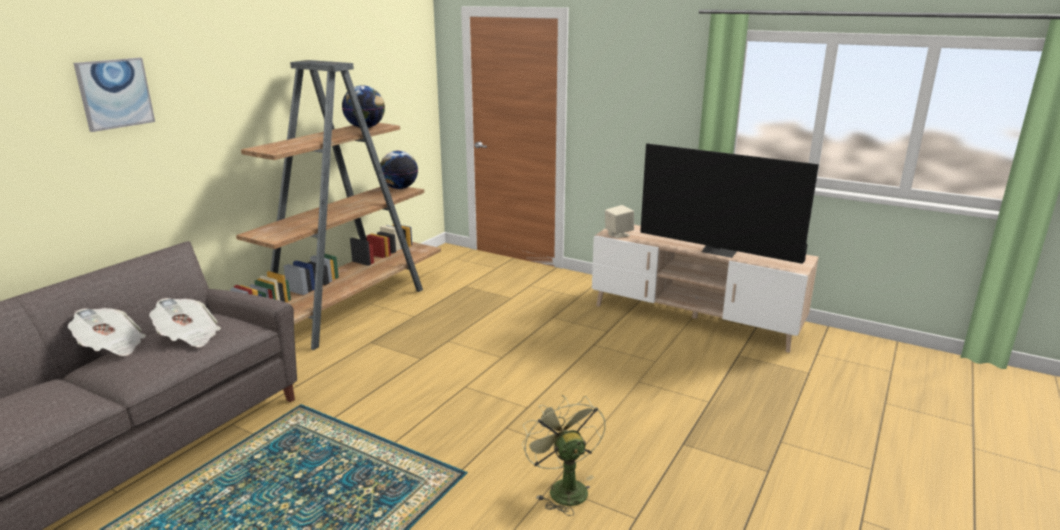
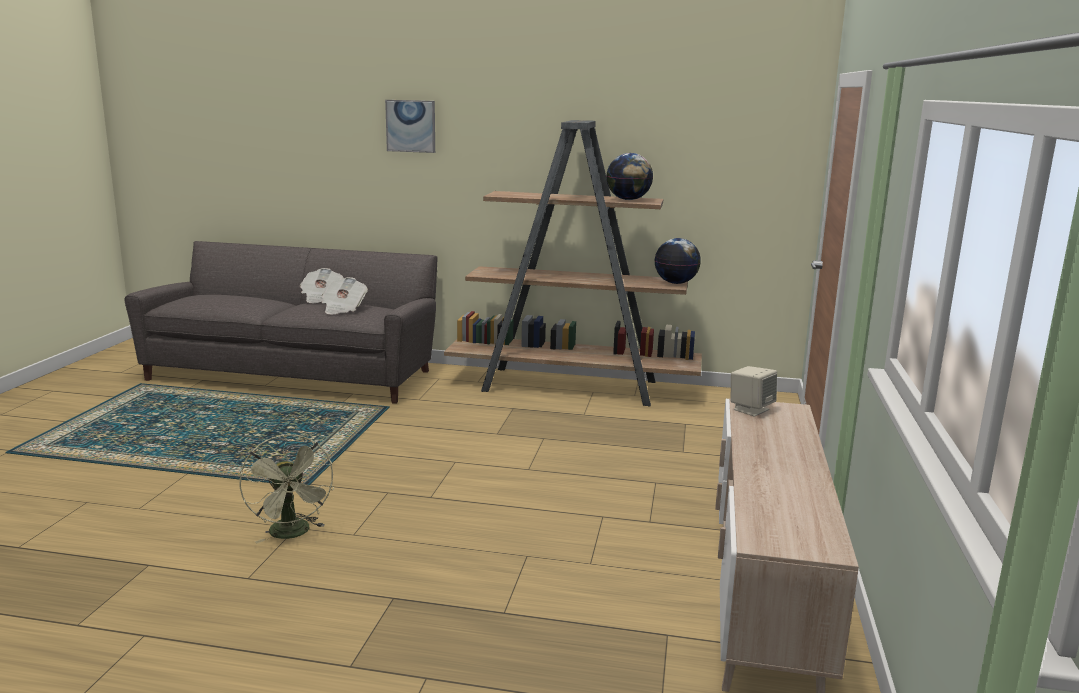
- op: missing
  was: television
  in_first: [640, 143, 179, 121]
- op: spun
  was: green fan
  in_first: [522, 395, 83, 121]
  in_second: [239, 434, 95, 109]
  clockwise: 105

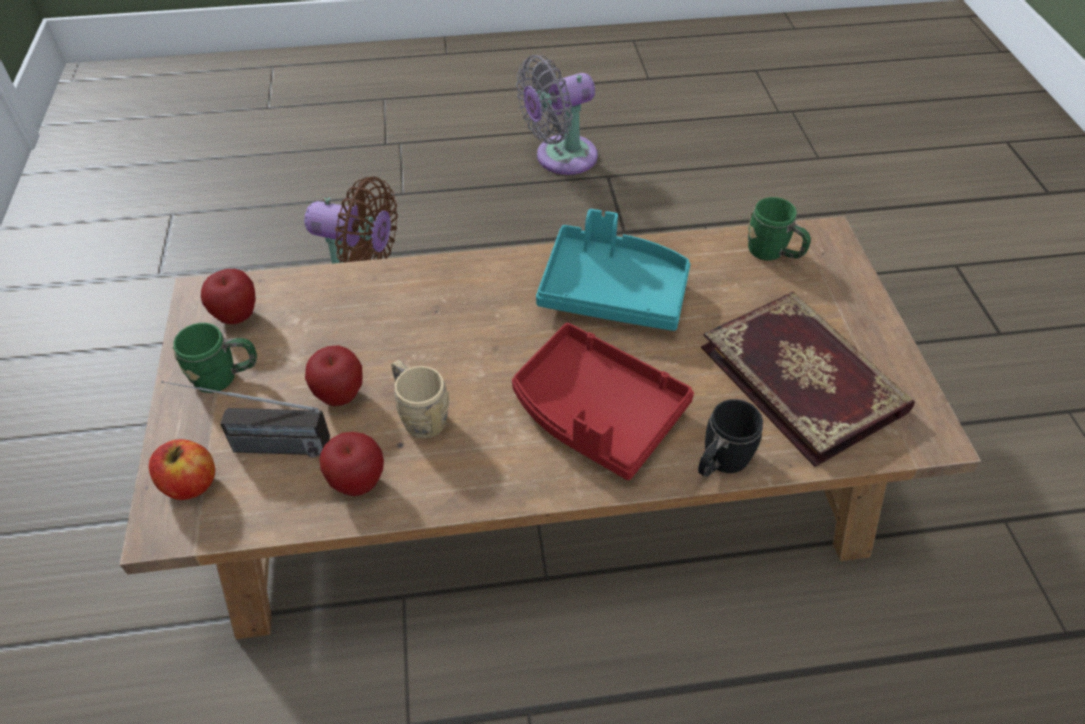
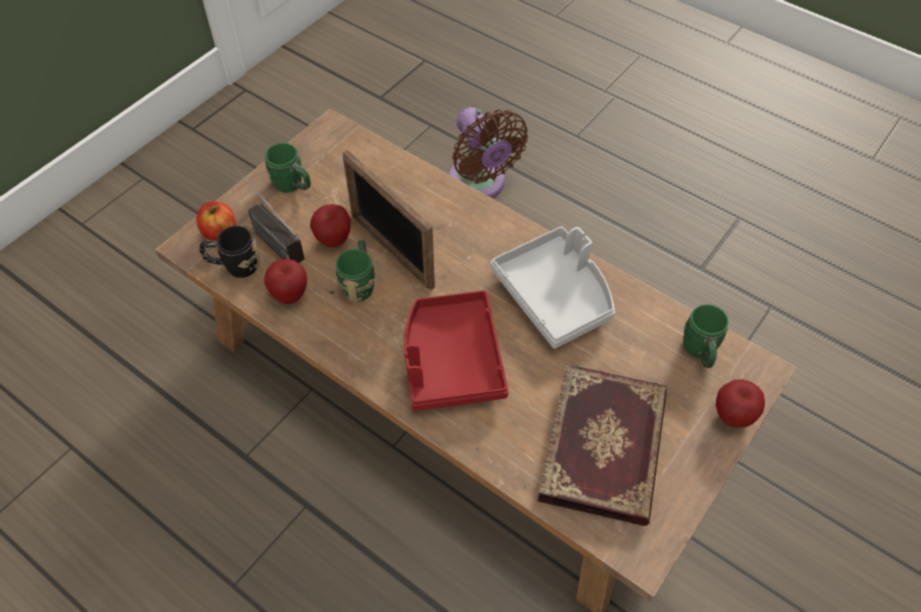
- op: missing
  was: grey fan
  in_first: [516, 55, 82, 120]
- op: colour
  was: turquoise-coloured tray
  now: grey tray
  in_first: [536, 209, 154, 122]
  in_second: [491, 226, 124, 123]
- op: relocated
  was: apple
  in_first: [201, 269, 55, 55]
  in_second: [716, 379, 49, 49]
- op: colour
  was: sand-coloured mug
  now: green mug
  in_first: [391, 360, 58, 78]
  in_second: [335, 240, 39, 62]
- op: relocated
  was: black-coloured mug
  in_first: [698, 399, 65, 78]
  in_second: [199, 226, 61, 52]
- op: appeared
  now: photo frame
  in_second: [343, 150, 92, 140]

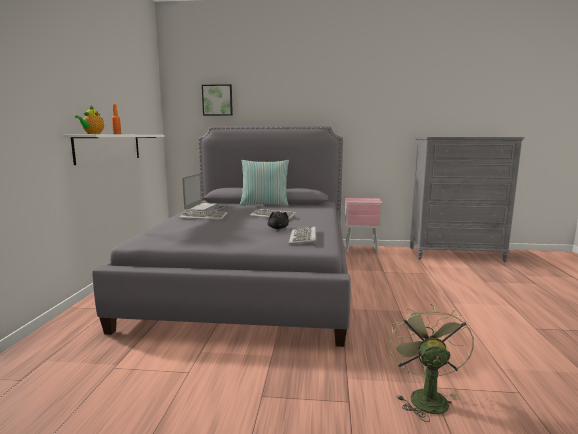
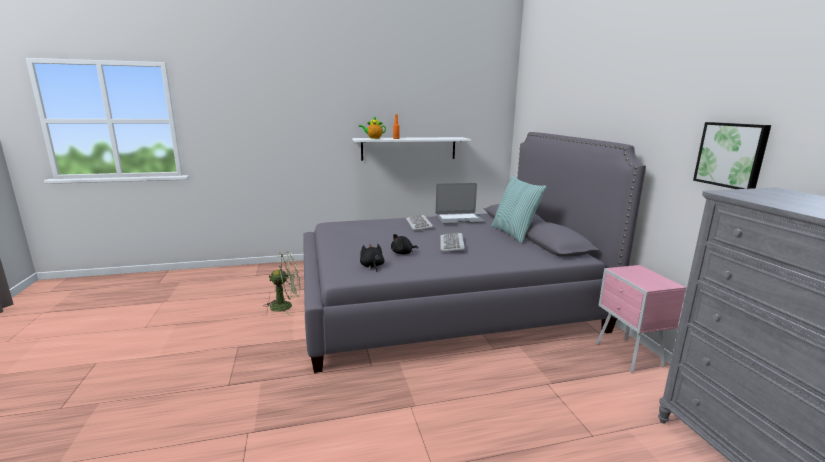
- op: relocated
  was: picture
  in_first: [202, 84, 31, 32]
  in_second: [693, 122, 78, 67]
- op: exchanged
  was: PC keyboard
  now: black-coloured plush toy
  in_first: [289, 226, 27, 18]
  in_second: [360, 244, 25, 28]
- op: relocated
  was: green fan
  in_first: [389, 303, 85, 119]
  in_second: [264, 252, 37, 63]

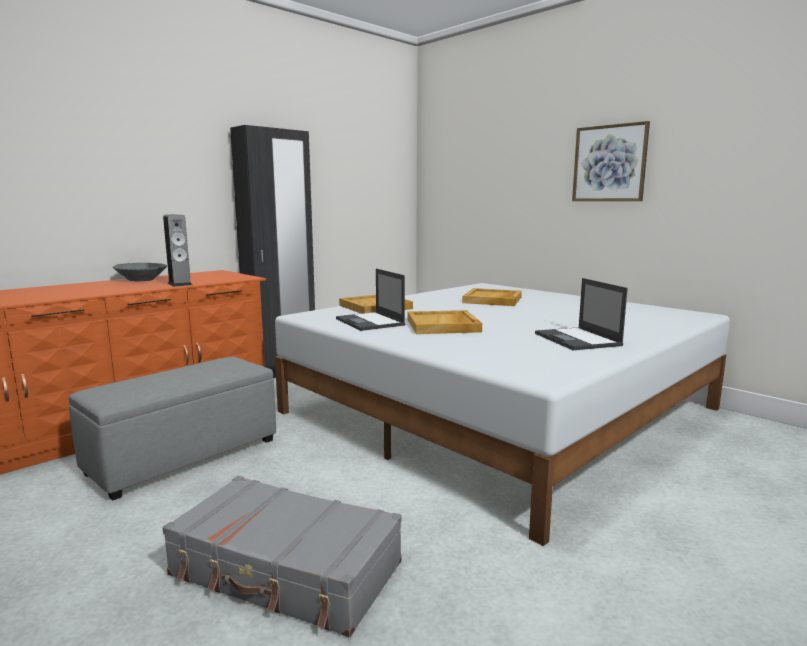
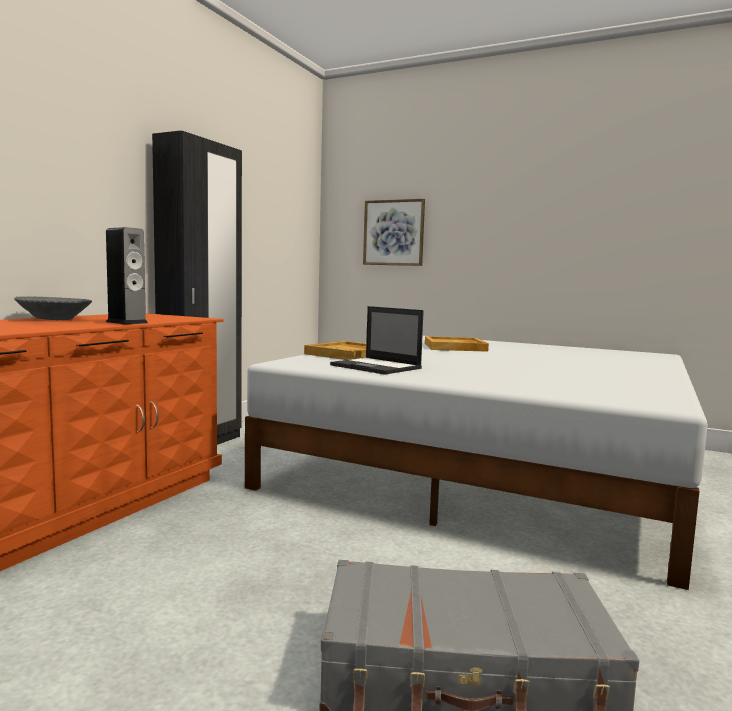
- op: relocated
  was: picture
  in_first: [572, 121, 78, 80]
  in_second: [363, 199, 62, 67]
- op: missing
  was: laptop
  in_first: [535, 278, 93, 72]
- op: missing
  was: sand-coloured tray
  in_first: [408, 310, 74, 24]
- op: missing
  was: grey pouffe
  in_first: [69, 357, 207, 143]

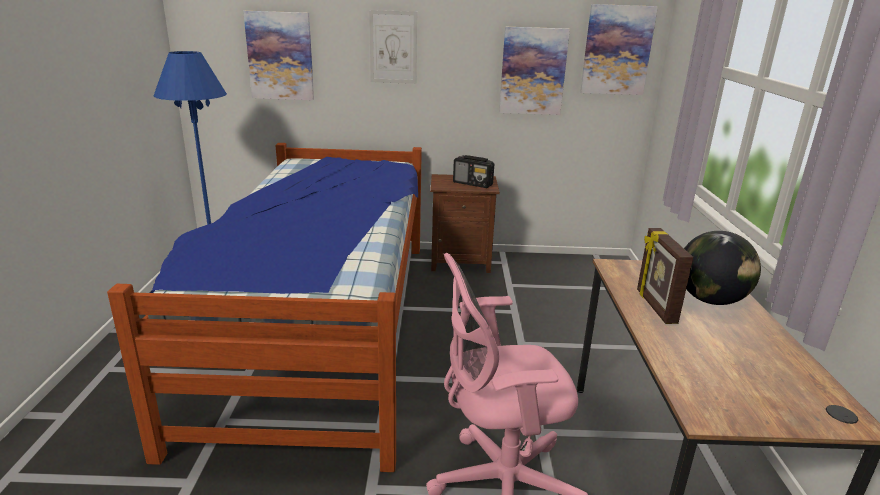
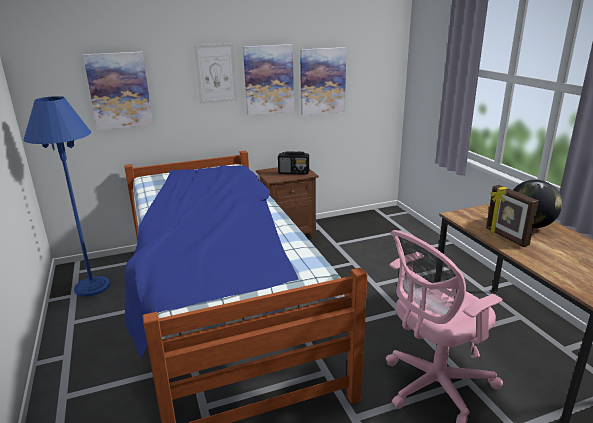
- op: relocated
  was: picture
  in_first: [580, 4, 78, 91]
  in_second: [243, 44, 51, 72]

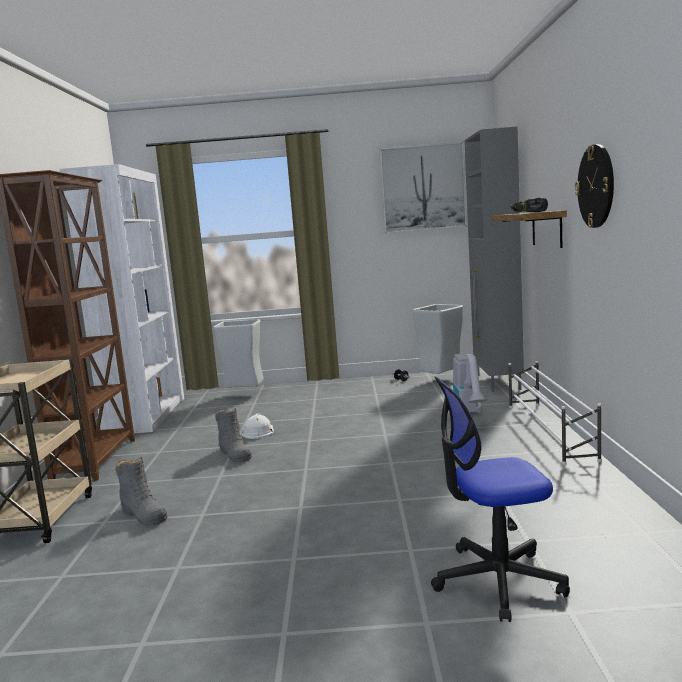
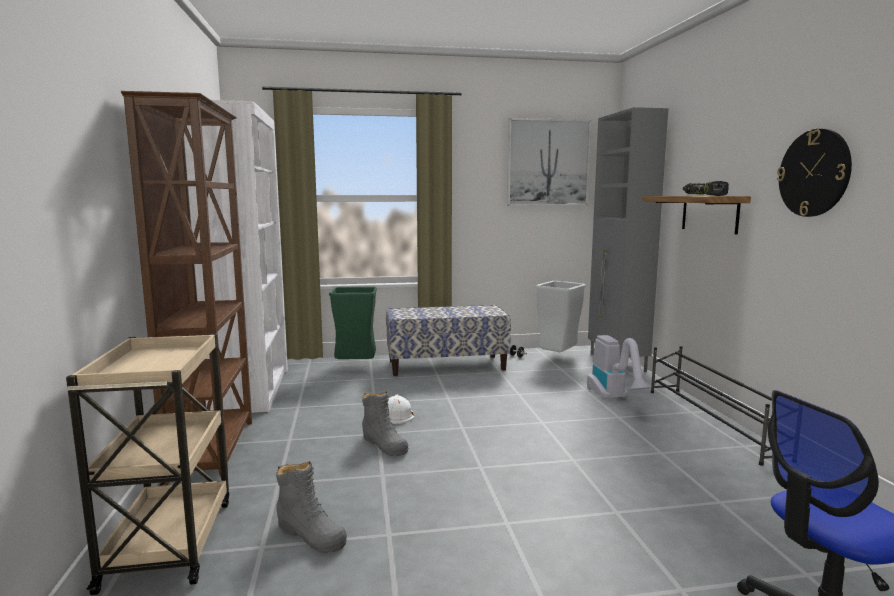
- op: colour
  was: grey rubbish bin
  now: green rubbish bin
  in_first: [213, 319, 51, 69]
  in_second: [329, 287, 48, 72]
- op: colour
  was: whitish shoe stand
  now: black-coloured shoe stand
  in_first: [508, 361, 94, 104]
  in_second: [651, 346, 121, 120]
- op: appeared
  now: bench
  in_second: [386, 305, 125, 71]

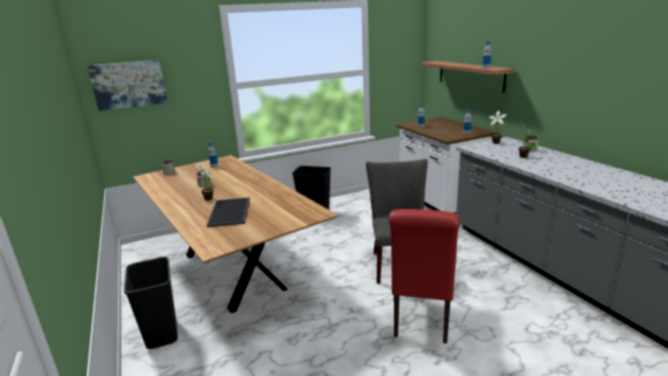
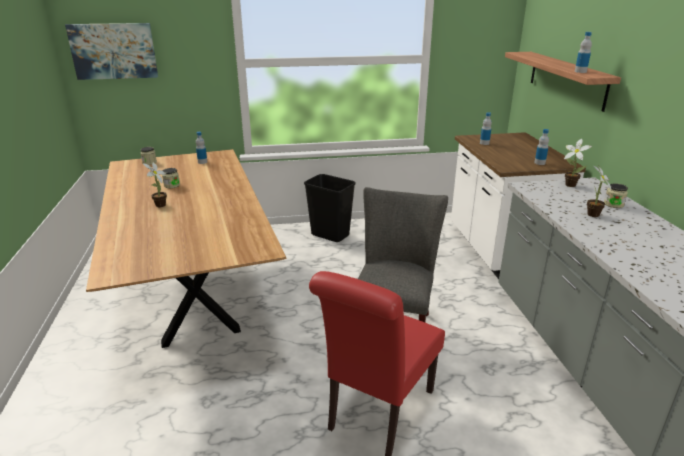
- op: missing
  was: tray
  in_first: [207, 197, 43, 30]
- op: missing
  was: black-coloured rubbish bin
  in_first: [124, 257, 54, 92]

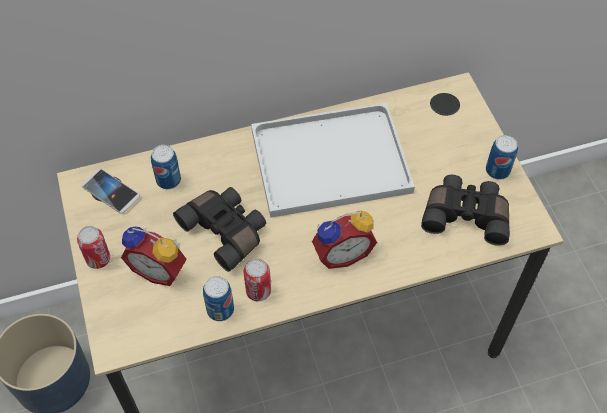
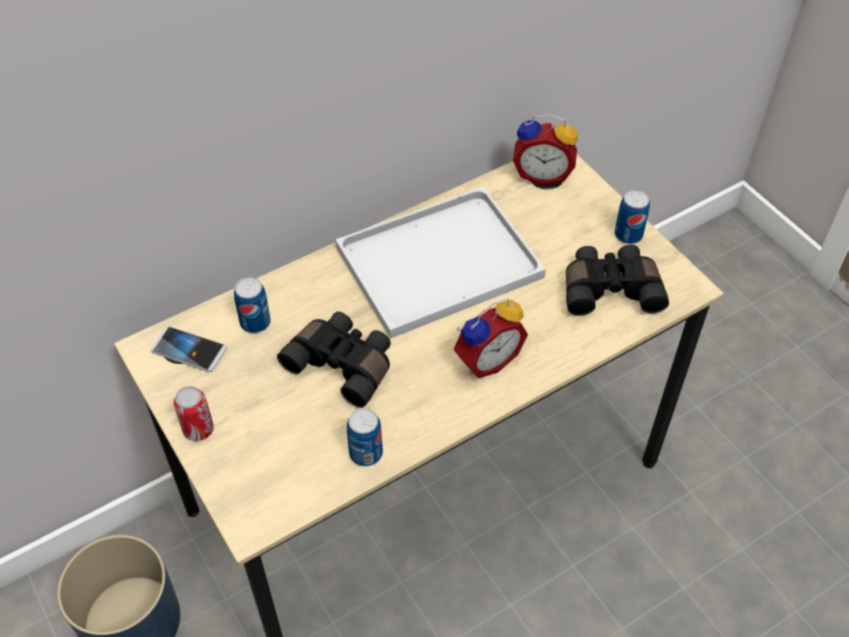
- op: relocated
  was: table clock
  in_first: [121, 226, 66, 60]
  in_second: [513, 114, 65, 72]
- op: missing
  was: metal can
  in_first: [243, 258, 28, 43]

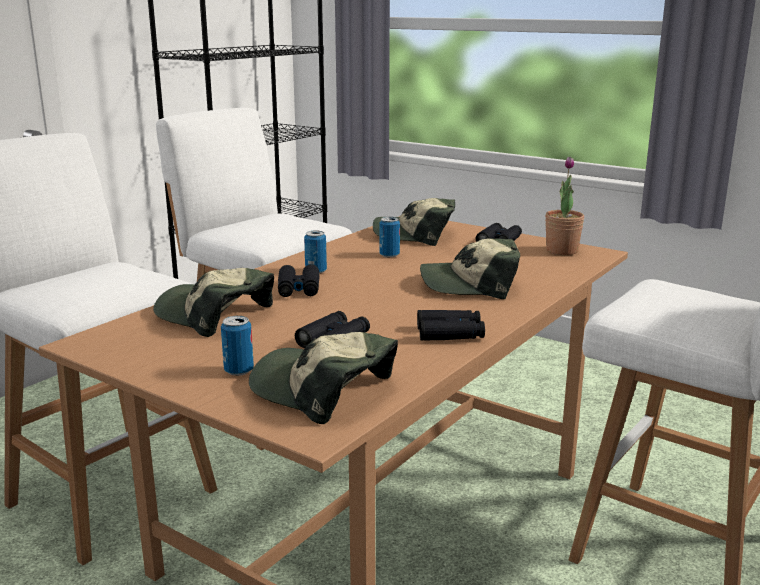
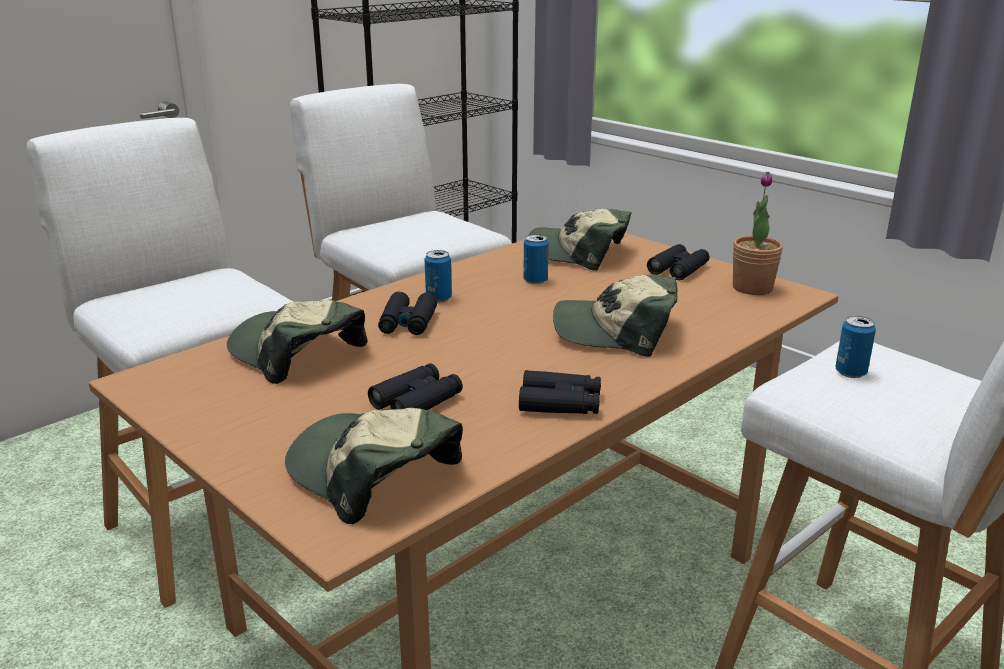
- op: relocated
  was: metal can
  in_first: [221, 316, 33, 60]
  in_second: [835, 316, 41, 62]

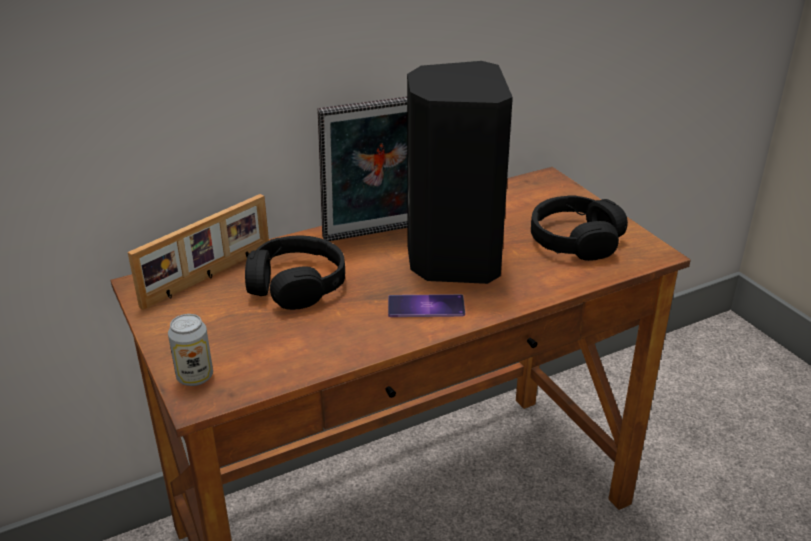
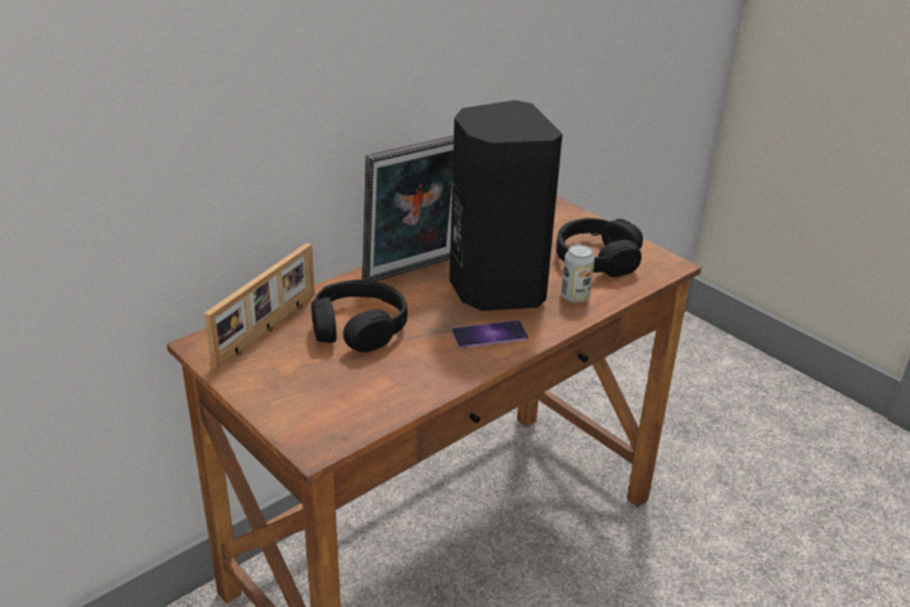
- op: relocated
  was: metal can
  in_first: [168, 314, 45, 72]
  in_second: [561, 244, 34, 59]

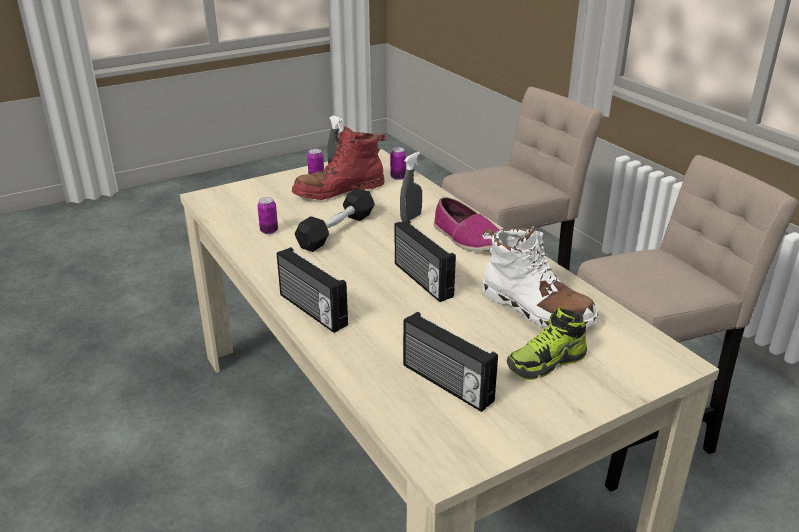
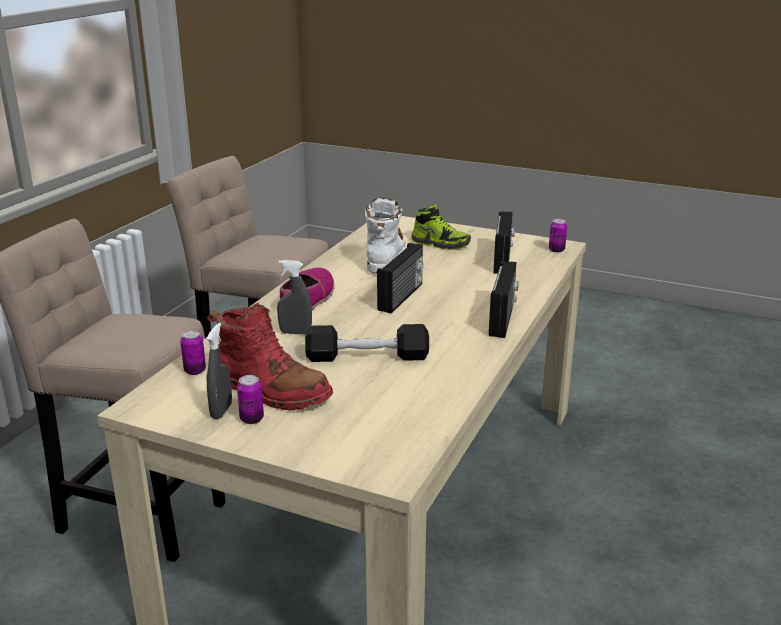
- op: relocated
  was: metal can
  in_first: [258, 197, 20, 37]
  in_second: [549, 219, 18, 33]

